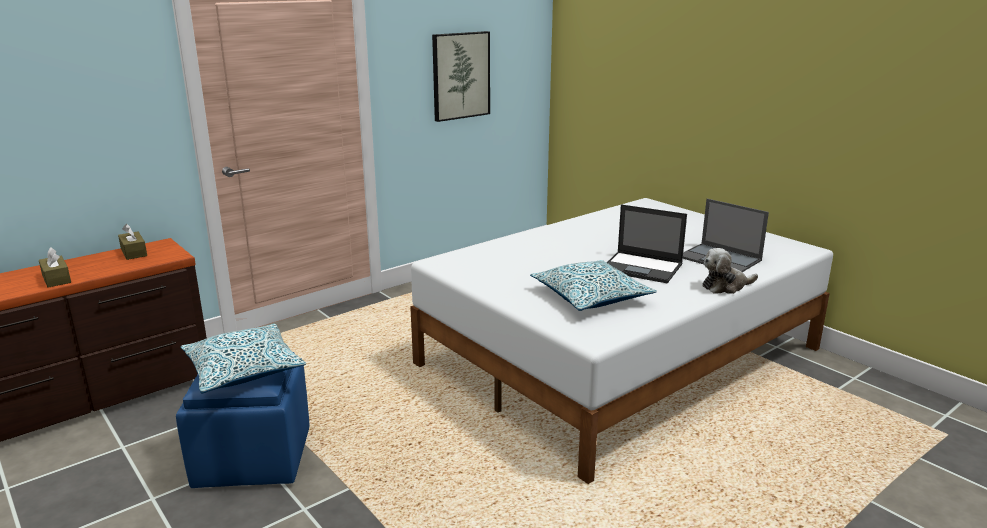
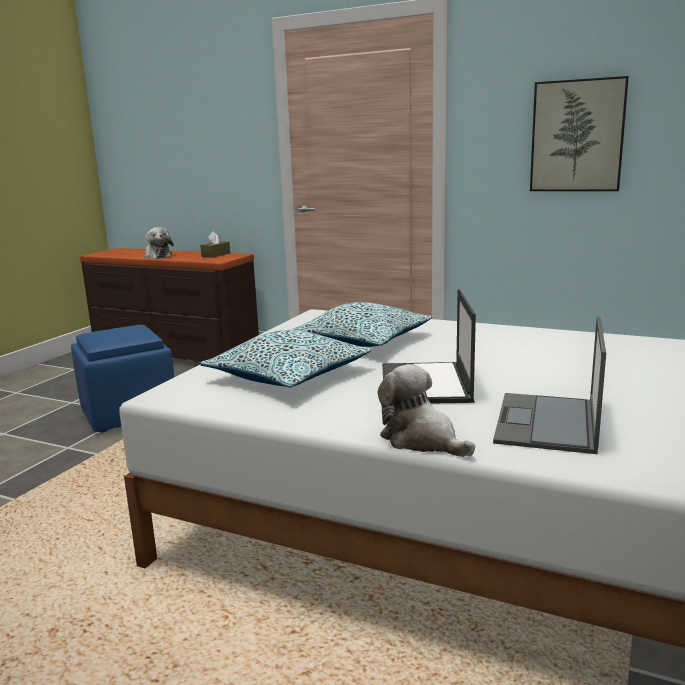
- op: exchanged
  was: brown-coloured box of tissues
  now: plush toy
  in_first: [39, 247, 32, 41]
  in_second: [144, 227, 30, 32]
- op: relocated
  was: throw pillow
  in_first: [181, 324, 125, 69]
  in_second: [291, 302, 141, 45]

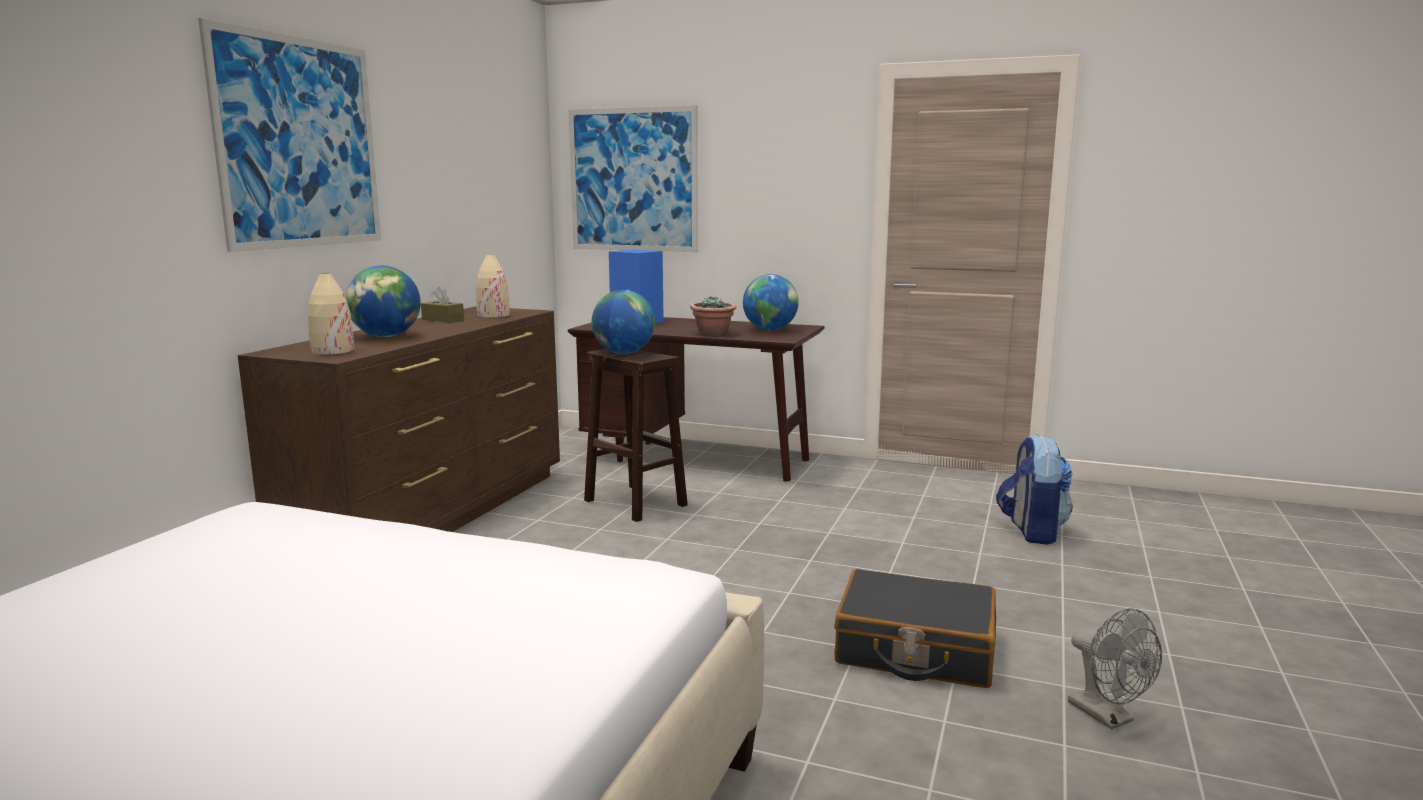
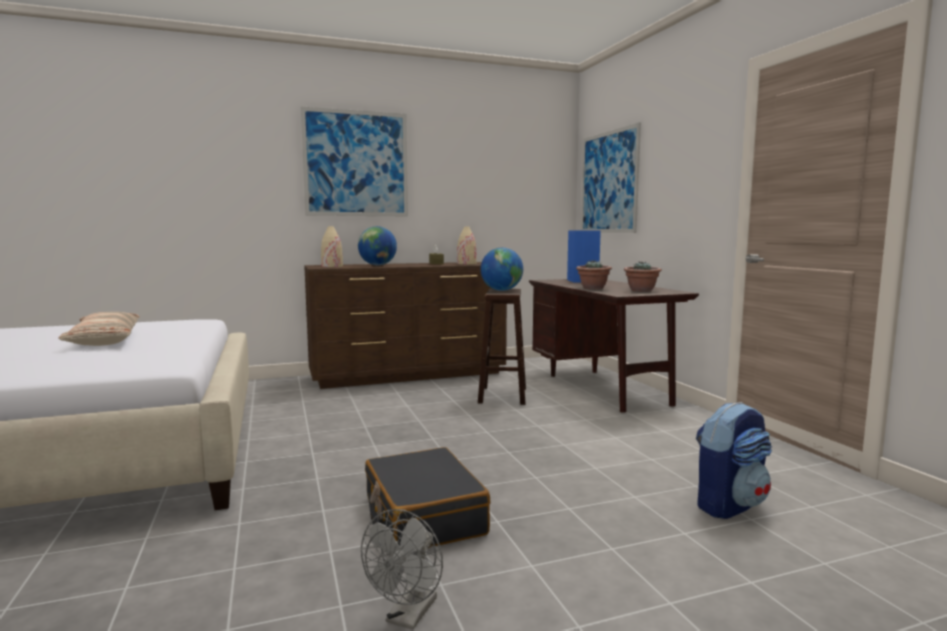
- op: exchanged
  was: world globe
  now: potted plant
  in_first: [743, 274, 56, 57]
  in_second: [624, 261, 38, 31]
- op: appeared
  now: throw pillow
  in_second: [58, 312, 82, 34]

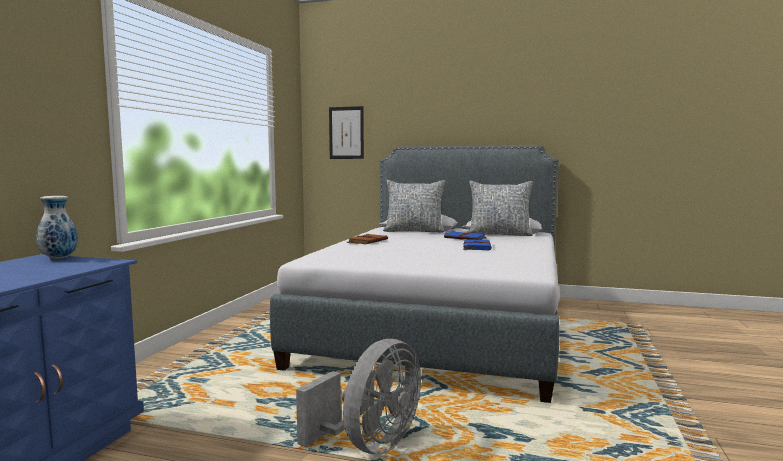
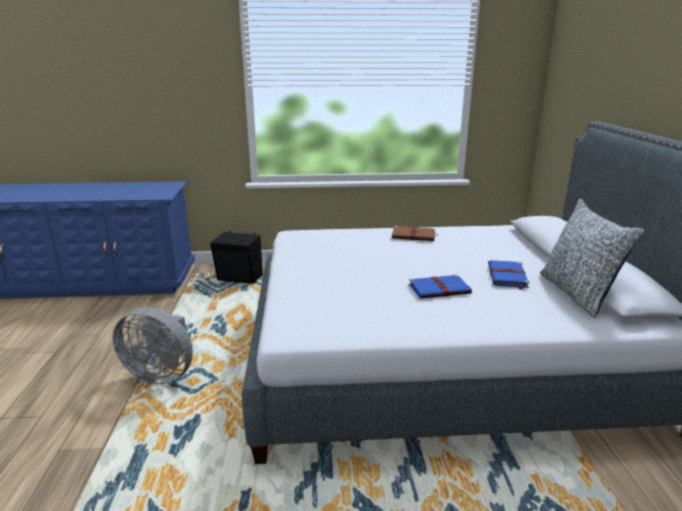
- op: missing
  was: picture
  in_first: [329, 106, 35, 53]
- op: missing
  was: throw pillow
  in_first: [383, 180, 62, 52]
- op: missing
  was: vase
  in_first: [36, 196, 42, 63]
- op: appeared
  now: black-coloured audio speaker
  in_second: [210, 231, 53, 53]

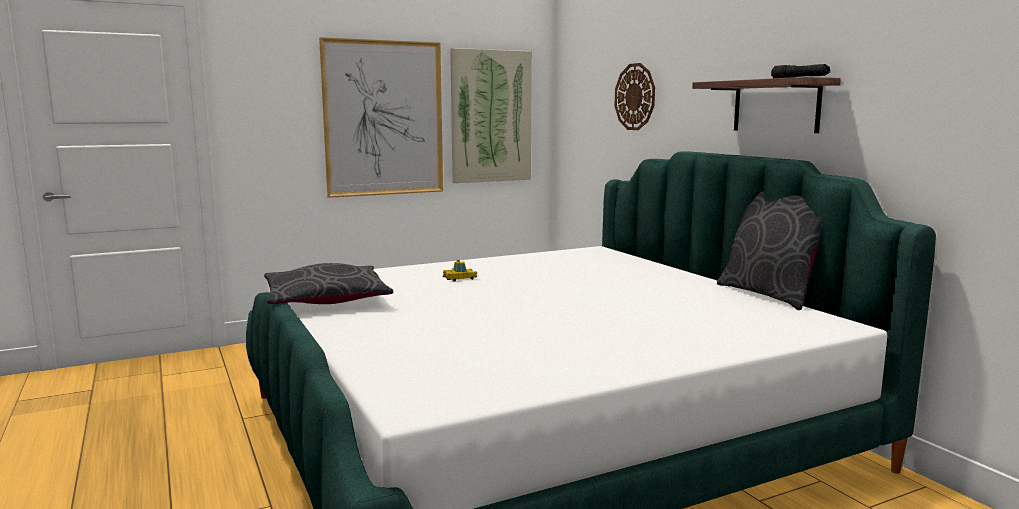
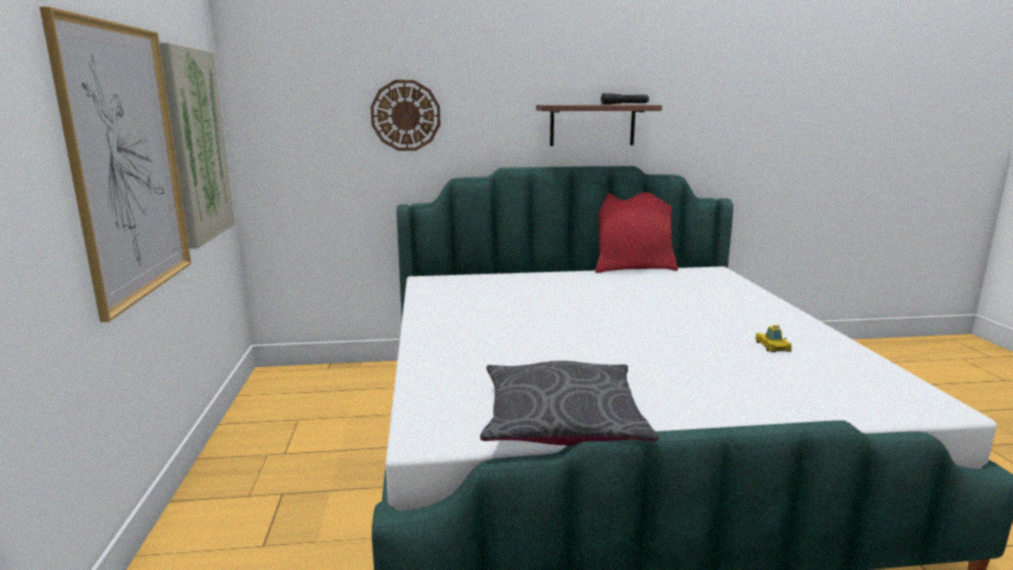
- op: colour
  was: grey throw pillow
  now: red-coloured throw pillow
  in_first: [717, 192, 105, 118]
  in_second: [595, 192, 83, 81]
- op: relocated
  was: model car
  in_first: [443, 259, 34, 23]
  in_second: [755, 325, 37, 27]

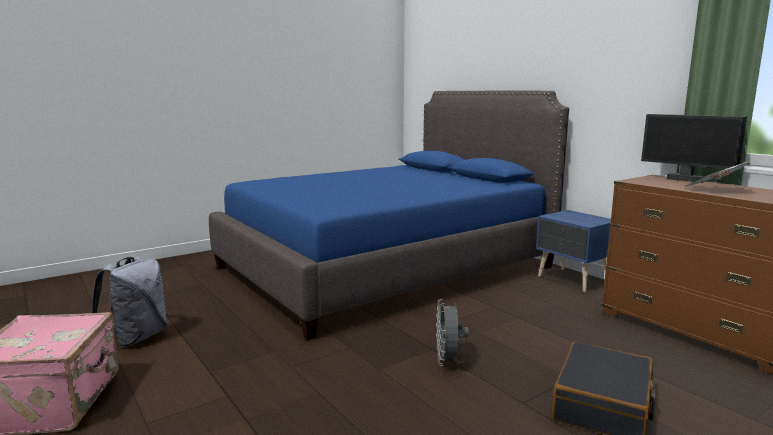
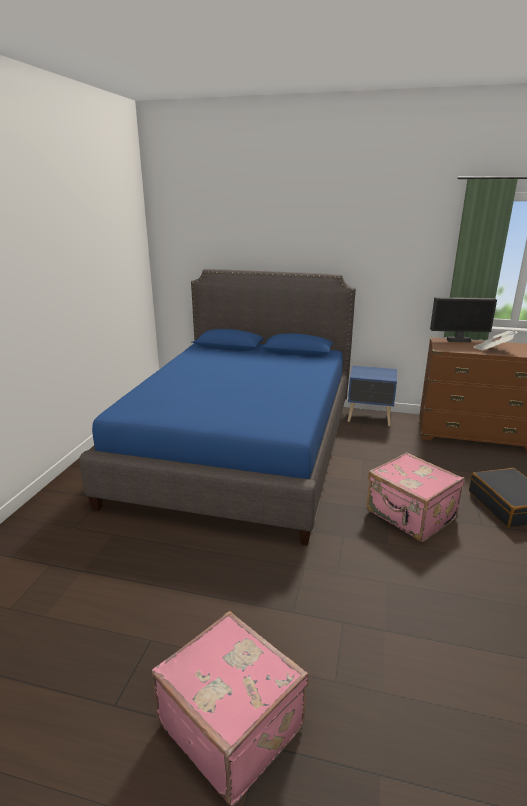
- op: missing
  was: grey backpack
  in_first: [92, 257, 75, 90]
- op: exchanged
  was: grey fan
  now: pinkish travel case
  in_first: [436, 299, 33, 67]
  in_second: [366, 452, 98, 90]

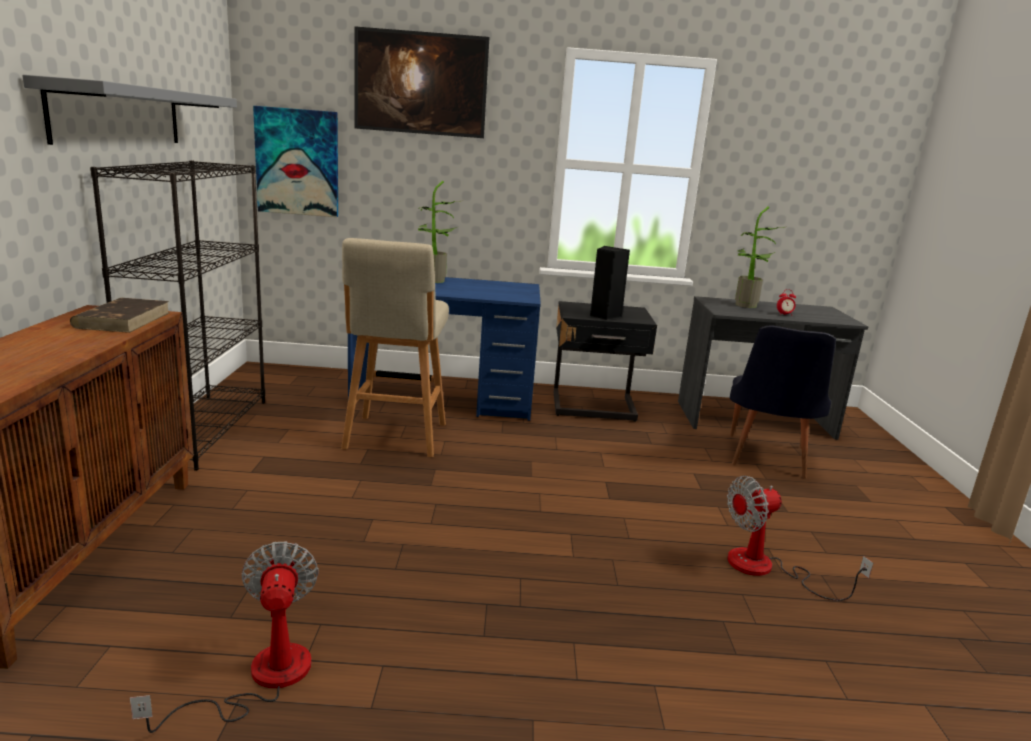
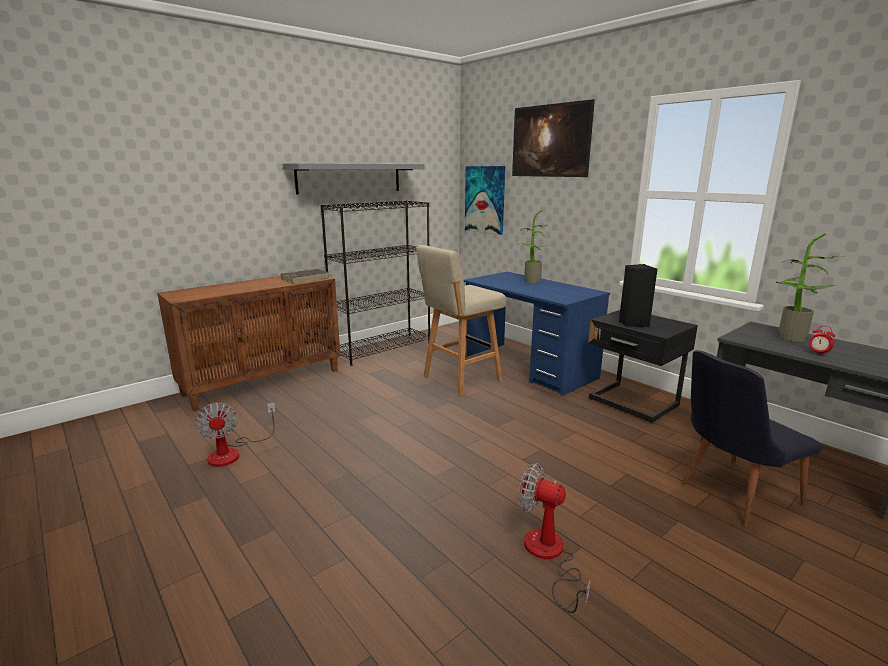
- op: spun
  was: fan
  in_first: [130, 541, 189, 192]
  in_second: [195, 402, 81, 65]
  clockwise: 120

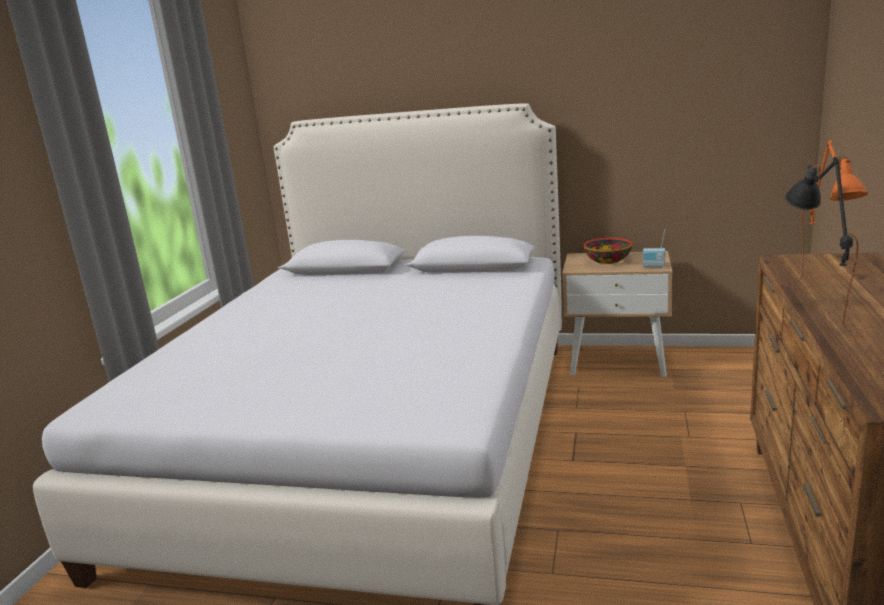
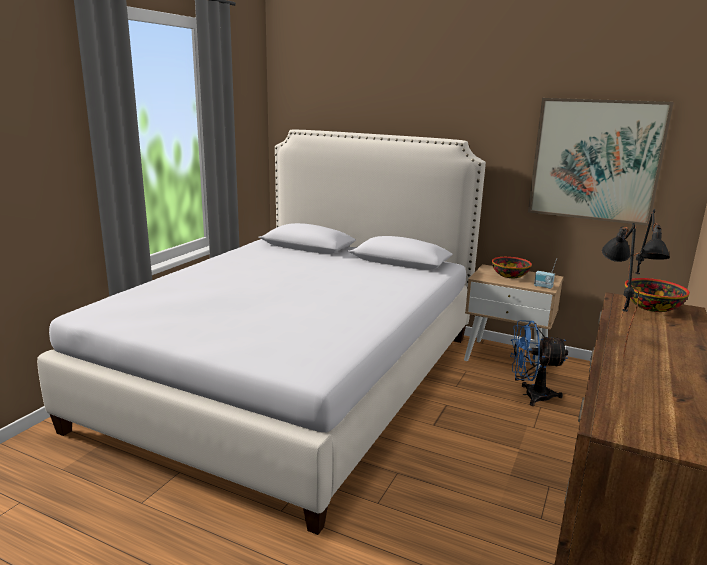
- op: colour
  was: orange tabletop lamp
  now: black-coloured tabletop lamp
  in_first: [801, 140, 67, 140]
  in_second: [621, 209, 49, 109]
- op: appeared
  now: picture
  in_second: [528, 98, 146, 128]
- op: appeared
  now: deep dish
  in_second: [625, 278, 65, 34]
- op: appeared
  now: bluish fan
  in_second: [510, 320, 58, 86]

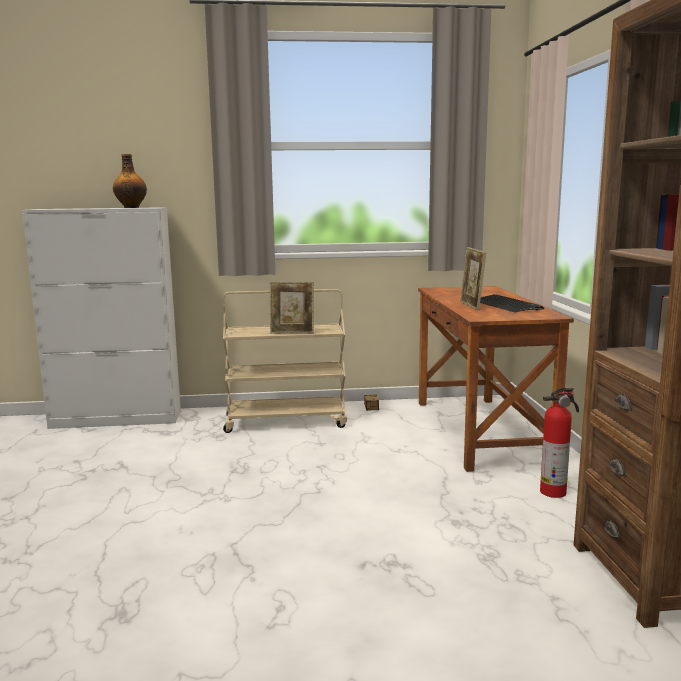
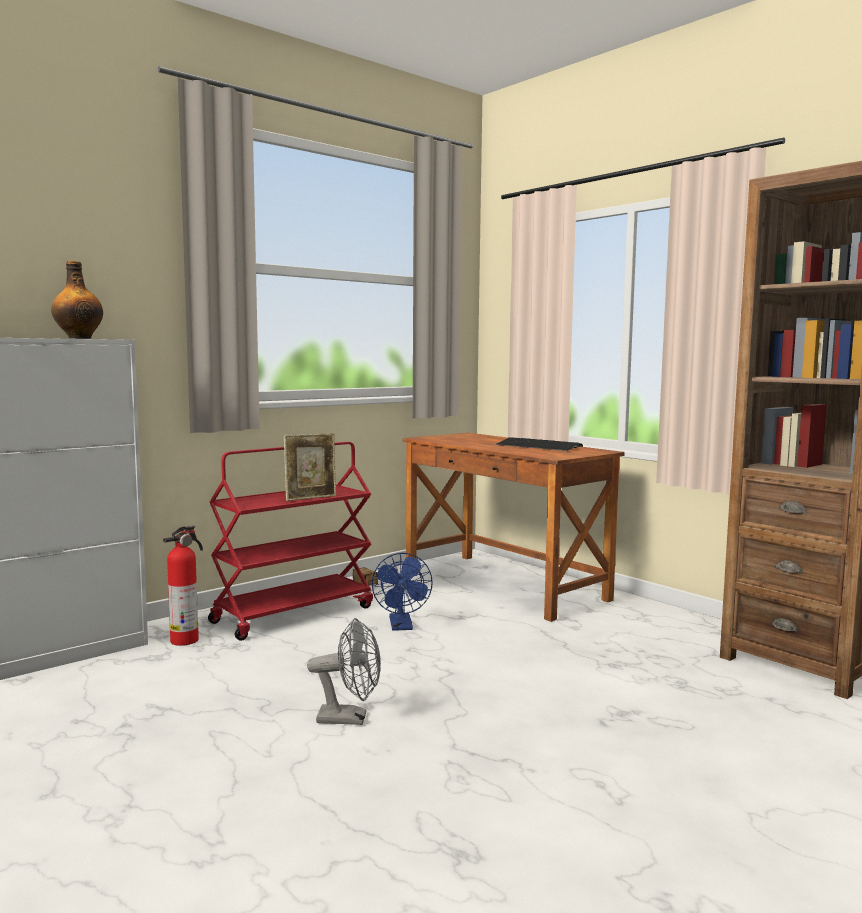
- op: missing
  was: photo frame
  in_first: [460, 247, 26, 63]
- op: colour
  was: sand-coloured trolley
  now: red-coloured trolley
  in_first: [223, 289, 124, 144]
  in_second: [208, 442, 165, 199]
- op: relocated
  was: extinguisher
  in_first: [540, 387, 39, 111]
  in_second: [163, 526, 40, 120]
- op: appeared
  now: bluish fan
  in_second: [372, 553, 61, 78]
- op: appeared
  now: grey fan
  in_second: [307, 618, 74, 107]

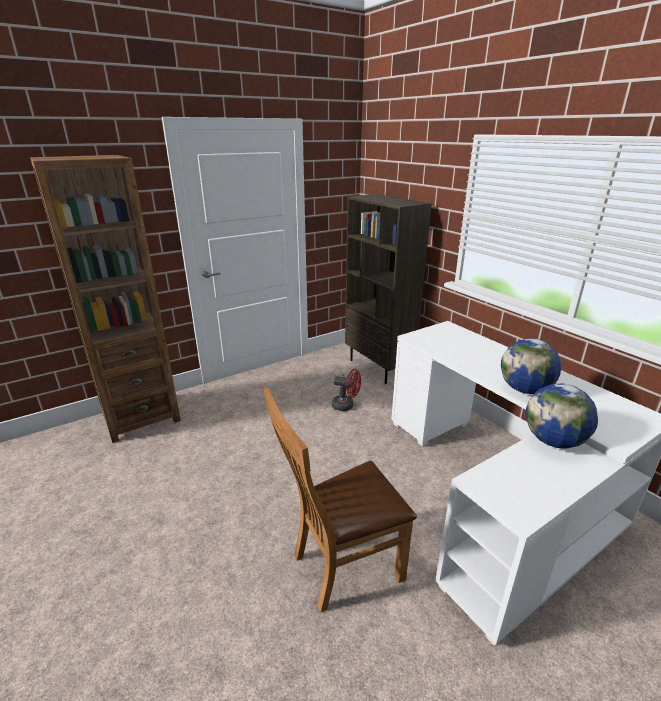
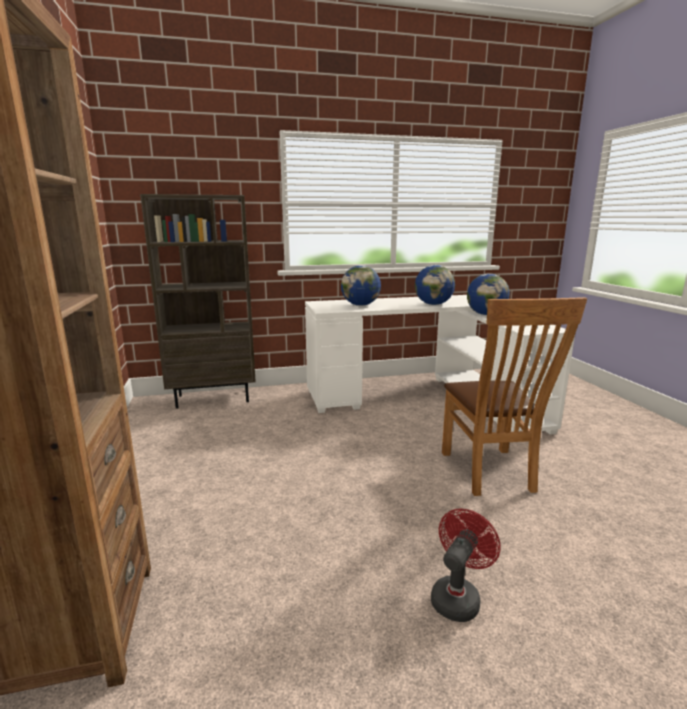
- op: relocated
  was: red-coloured fan
  in_first: [332, 369, 29, 42]
  in_second: [431, 508, 70, 114]
- op: appeared
  now: world globe
  in_second: [341, 265, 40, 41]

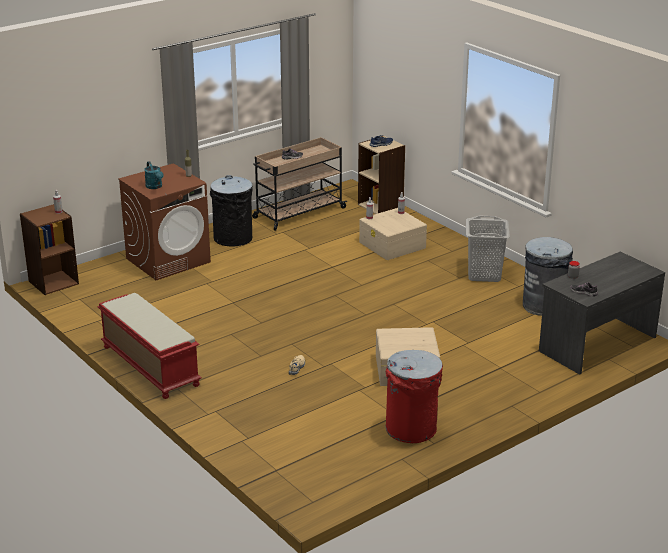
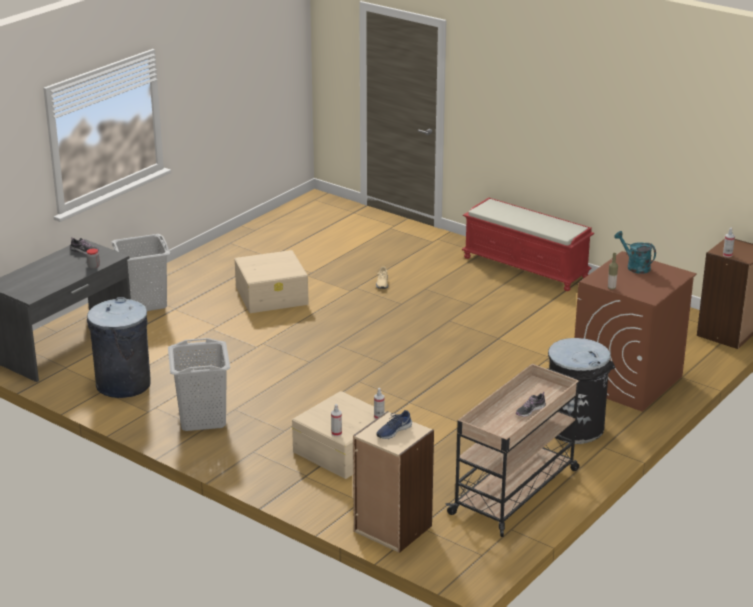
- op: missing
  was: red-coloured rubbish bin
  in_first: [386, 350, 57, 93]
- op: appeared
  now: grey washing basket
  in_second: [111, 234, 59, 77]

